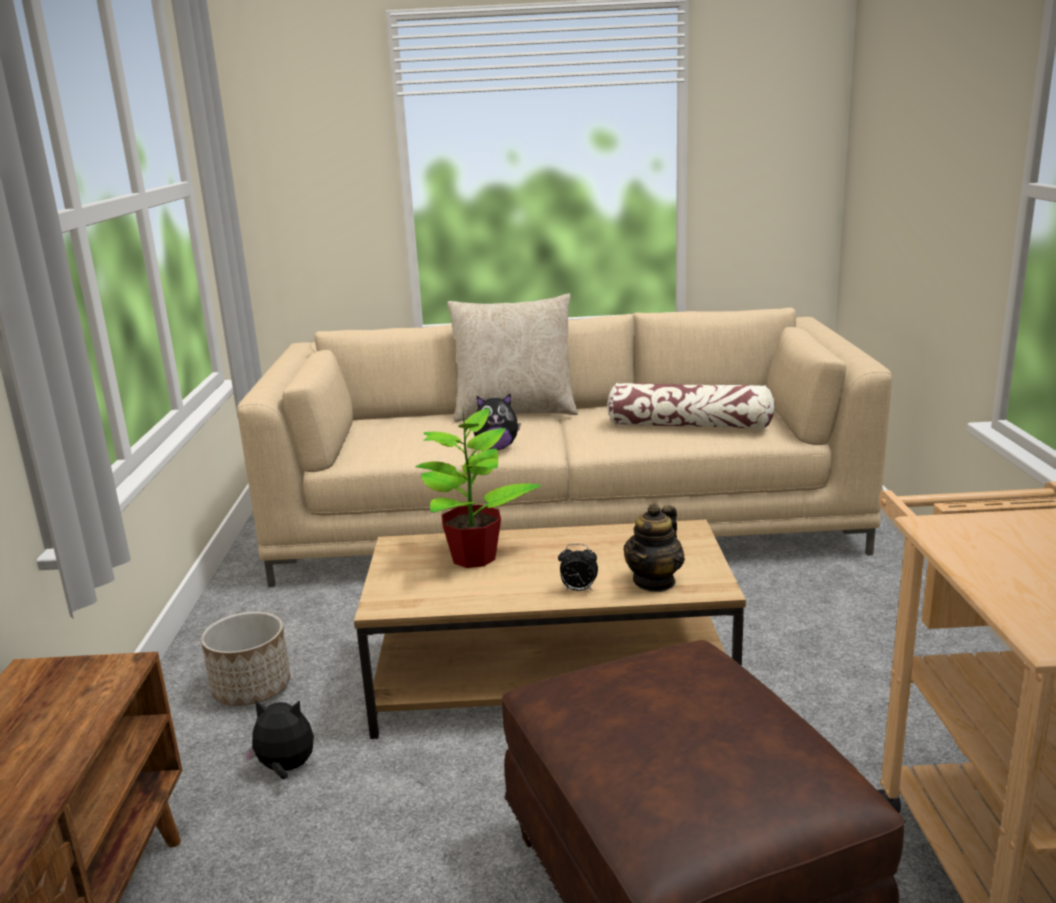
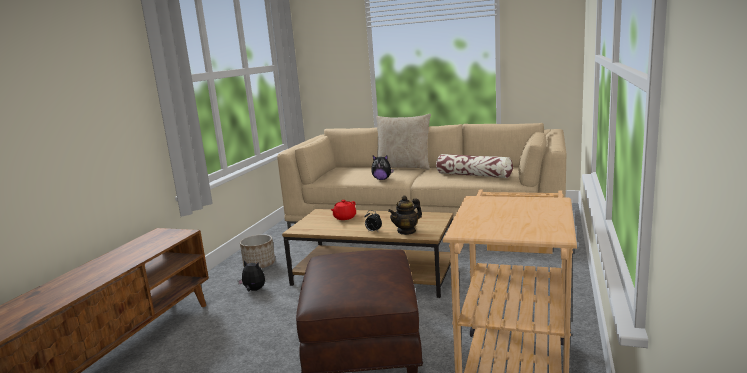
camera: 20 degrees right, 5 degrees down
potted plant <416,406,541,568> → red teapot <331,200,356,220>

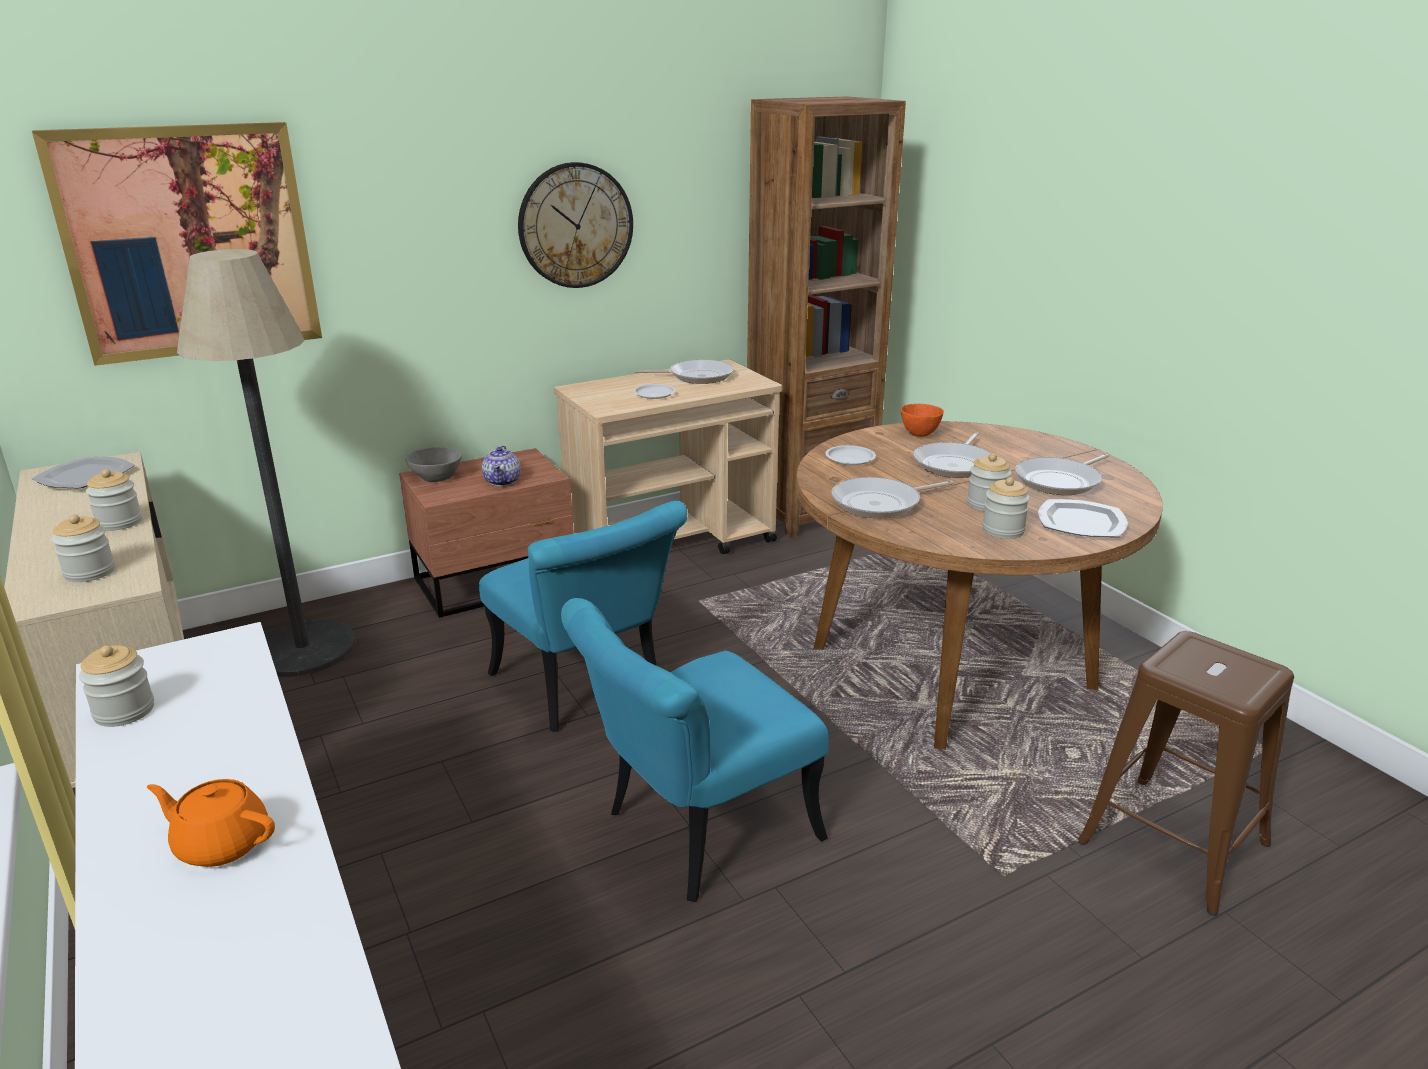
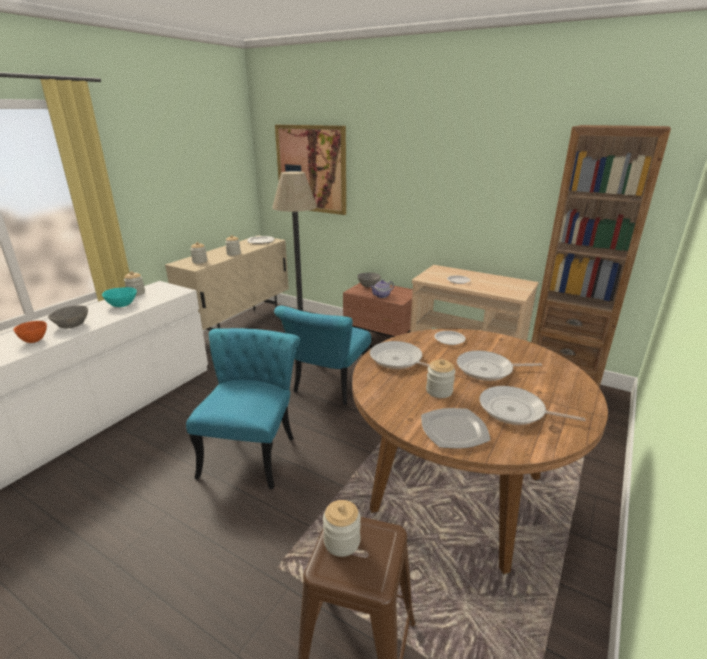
camera: 60 degrees right, 0 degrees up
orange teapot <147,779,275,867> → grey bowl <48,306,88,329>
wall clock <518,162,633,288> → -
turquoise chair <561,598,828,902> → turquoise chair <186,328,300,489>, 75 degrees clockwise
frying pan <634,359,734,384> → -
orange bowl <901,404,944,437> → orange bowl <13,321,47,343>, relocated
jar <982,477,1030,539> → jar <323,500,361,557>, relocated
- → turquoise bowl <102,287,137,307>

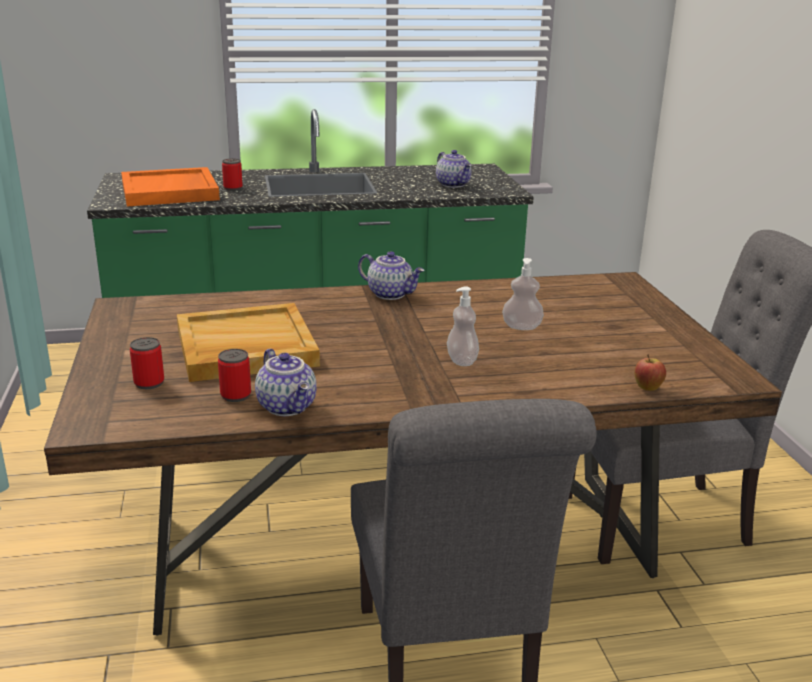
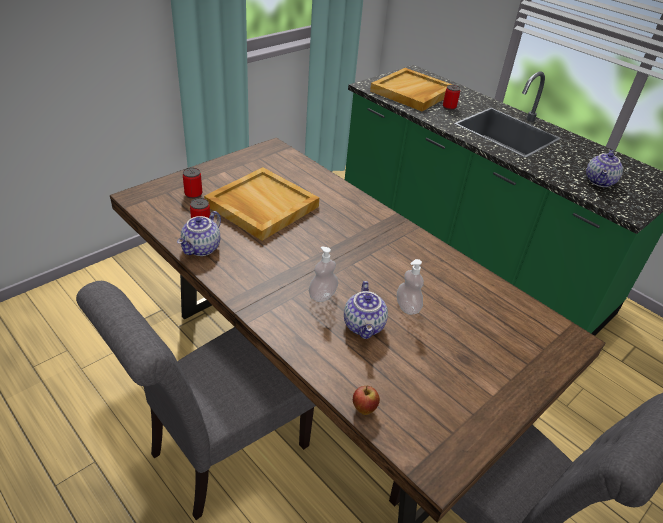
camera: 55 degrees right, 15 degrees up
orange tray <121,167,220,206> → beige tray <370,68,453,111>
teapot <358,251,424,300> → teapot <344,281,388,339>, relocated

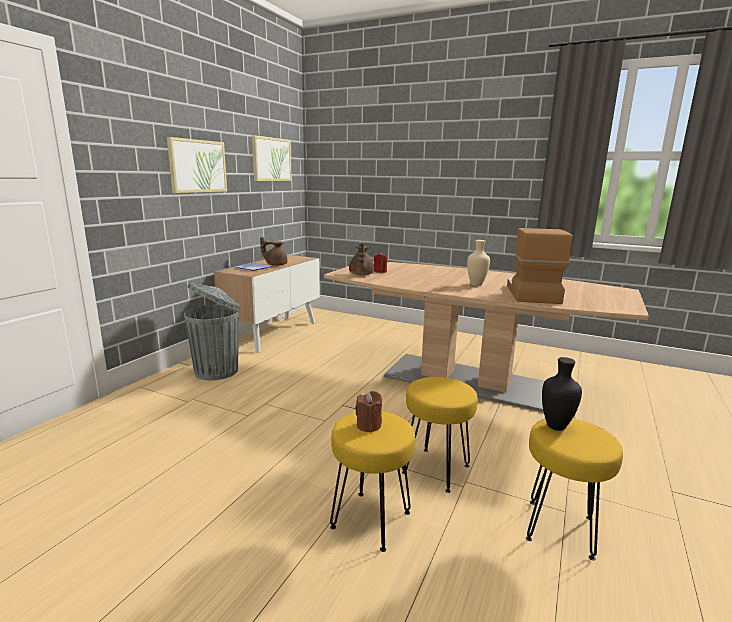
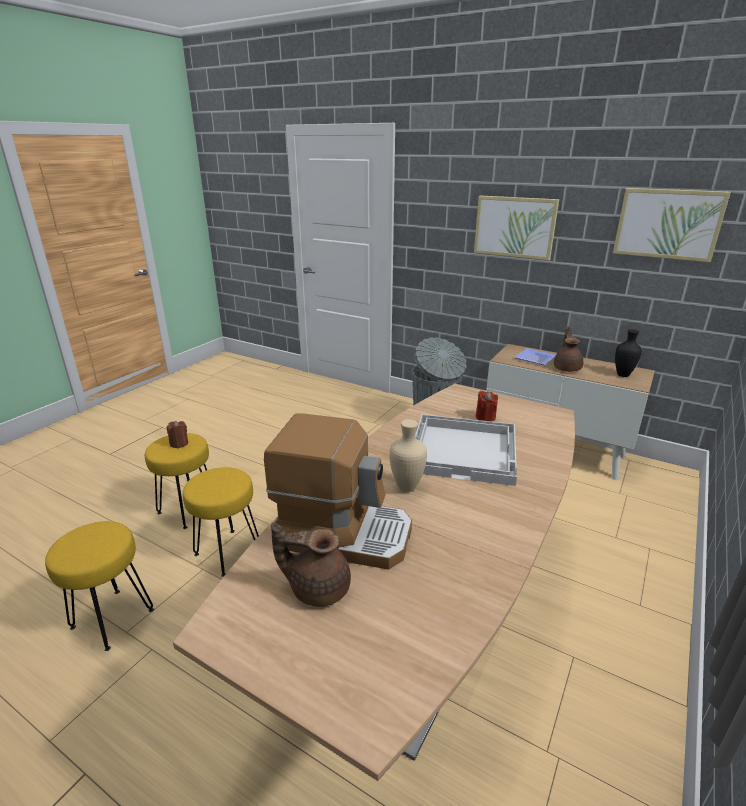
camera: 95 degrees right, 10 degrees up
brown teapot <349,243,374,275> → brown teapot <271,522,351,607>, relocated
black vase <542,357,582,431> → black vase <615,329,642,377>, relocated
- → white tray <415,414,517,486>

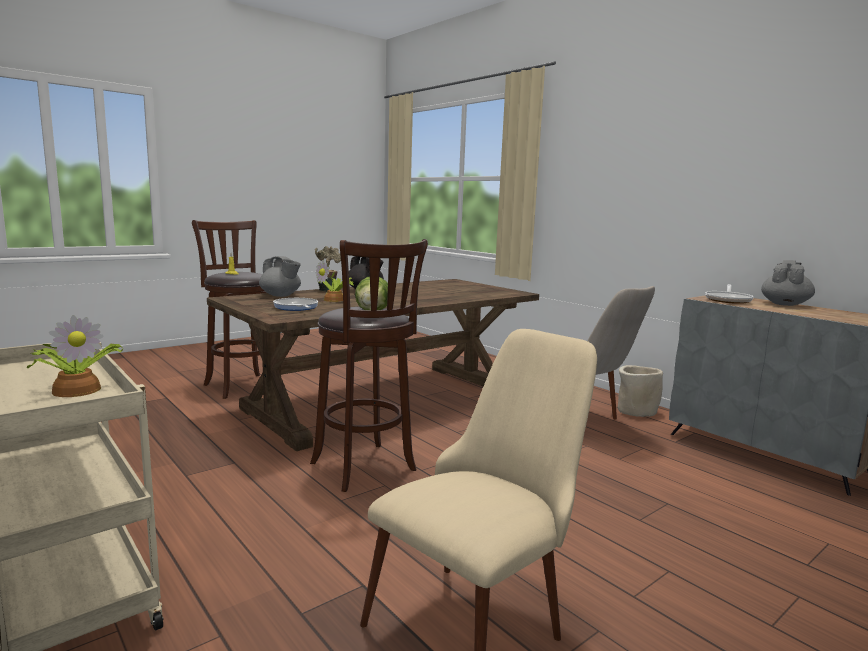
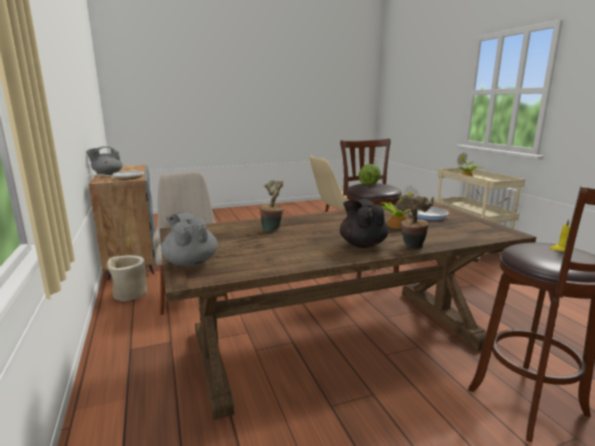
camera: 160 degrees left, 5 degrees up
grey teapot <259,256,301,297> → grey teapot <161,211,218,267>, relocated
- → potted plant <260,180,283,231>

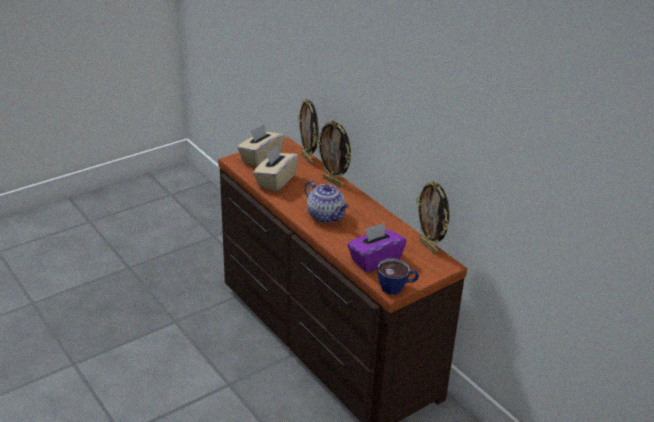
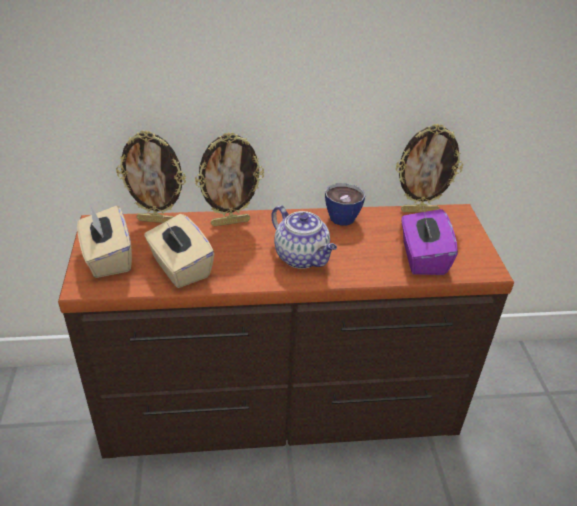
camera: 60 degrees left, 5 degrees up
teapot <305,181,349,223> → teapot <271,205,337,269>, 60 degrees clockwise
cup <377,258,419,295> → cup <325,183,365,226>, relocated

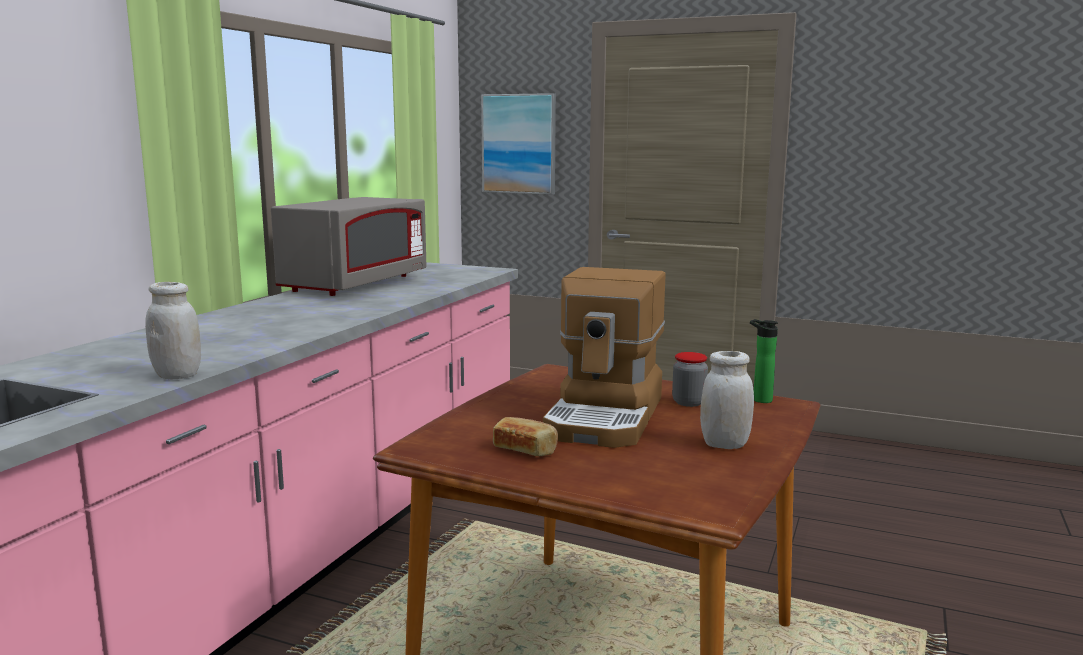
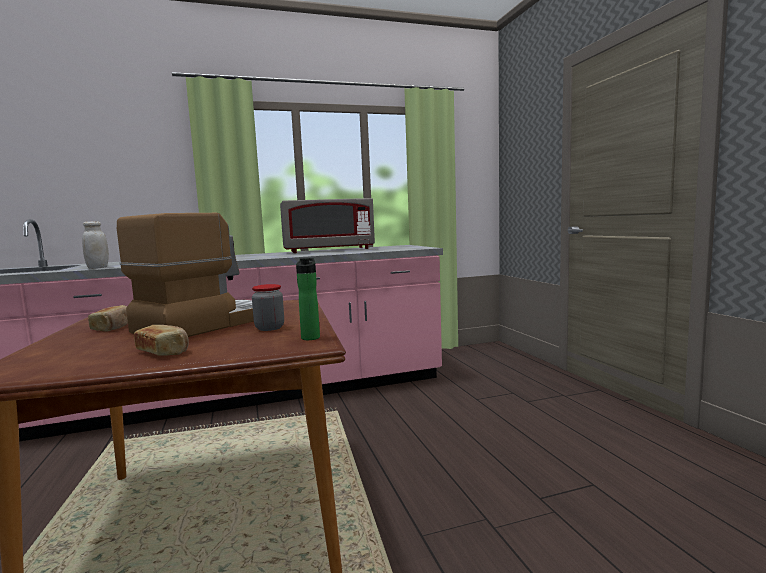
camera: 50 degrees right, 5 degrees down
picture <481,93,556,195> → -
coffee machine <543,267,666,448> → coffee machine <117,213,254,337>, 150 degrees clockwise
white jar <700,351,754,449> → bread <134,325,189,356>

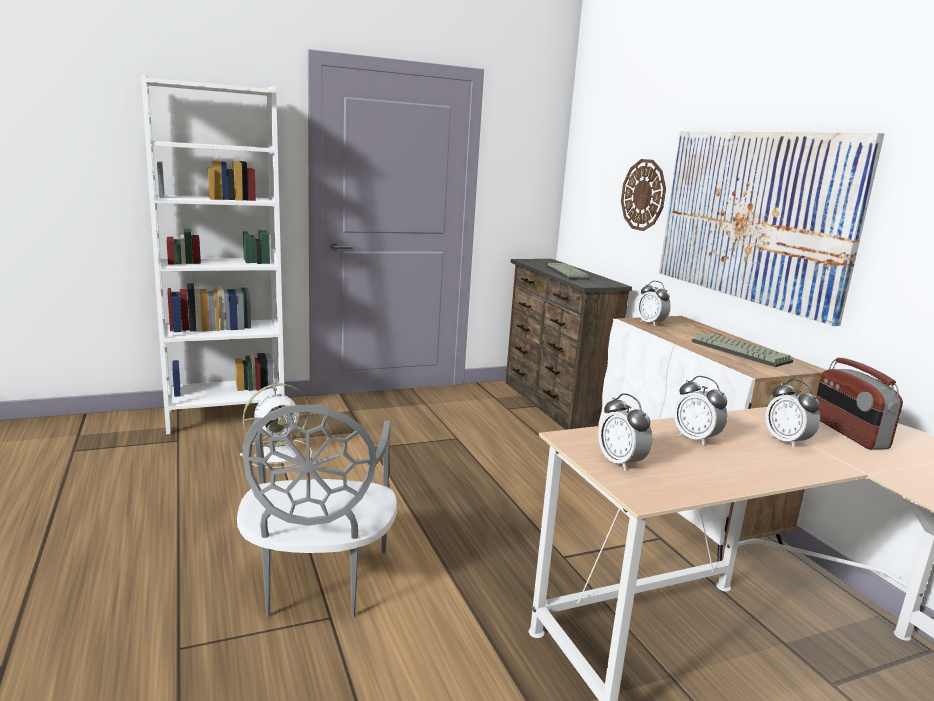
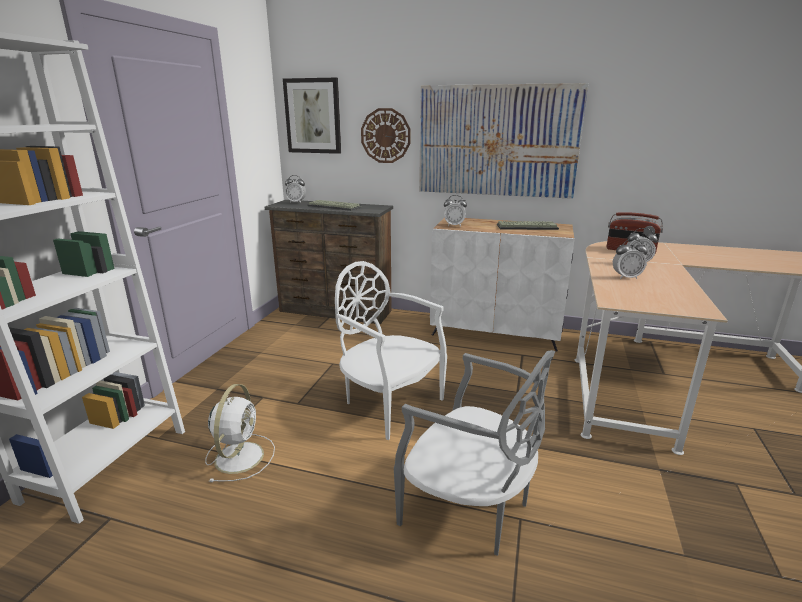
camera: 50 degrees left, 5 degrees up
alarm clock <598,393,652,471> → alarm clock <285,175,306,203>, relocated
- → picture <283,78,341,154>
- → white chair <335,261,447,440>

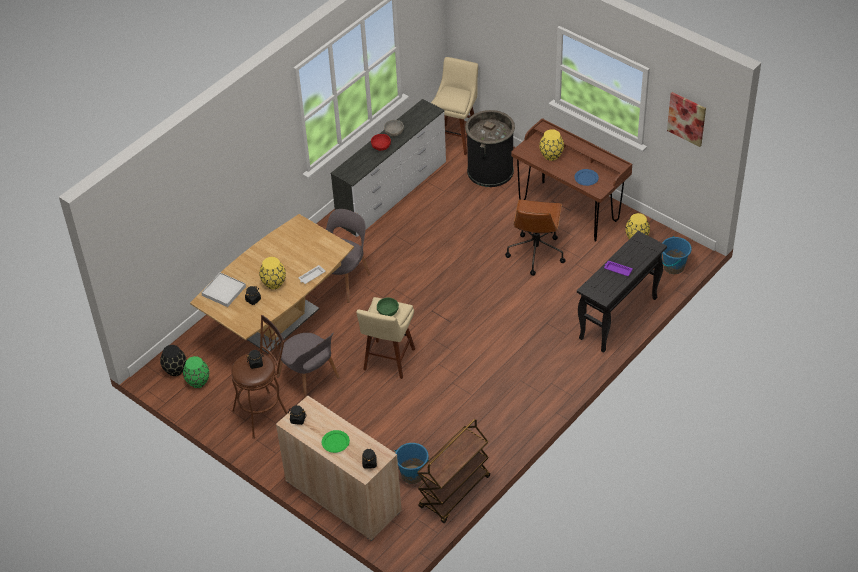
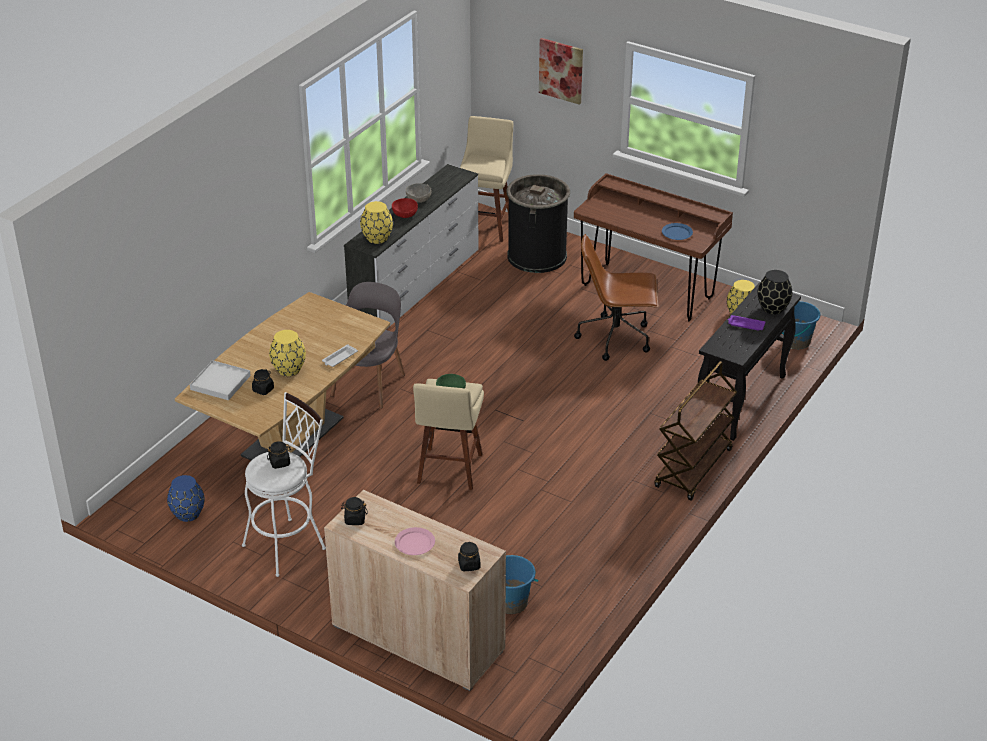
camera: 10 degrees left, 10 degrees down
black vase <160,345,186,376> → black vase <757,270,792,315>, relocated
green vase <183,356,209,388> → blue vase <167,475,205,522>
brown stool <231,315,288,439> → white stool <242,392,326,577>
grey chair <277,333,340,398> → -
green plate <322,430,350,453> → pink plate <395,527,435,555>
brown cart <417,419,490,523> → brown cart <654,361,737,501>, relocated
brown office chair <505,199,565,276> → brown office chair <574,234,658,361>, 90 degrees clockwise
yellow vase <539,129,564,161> → yellow vase <360,201,393,244>, relocated
picture <667,92,706,147> → picture <539,38,583,105>, relocated

